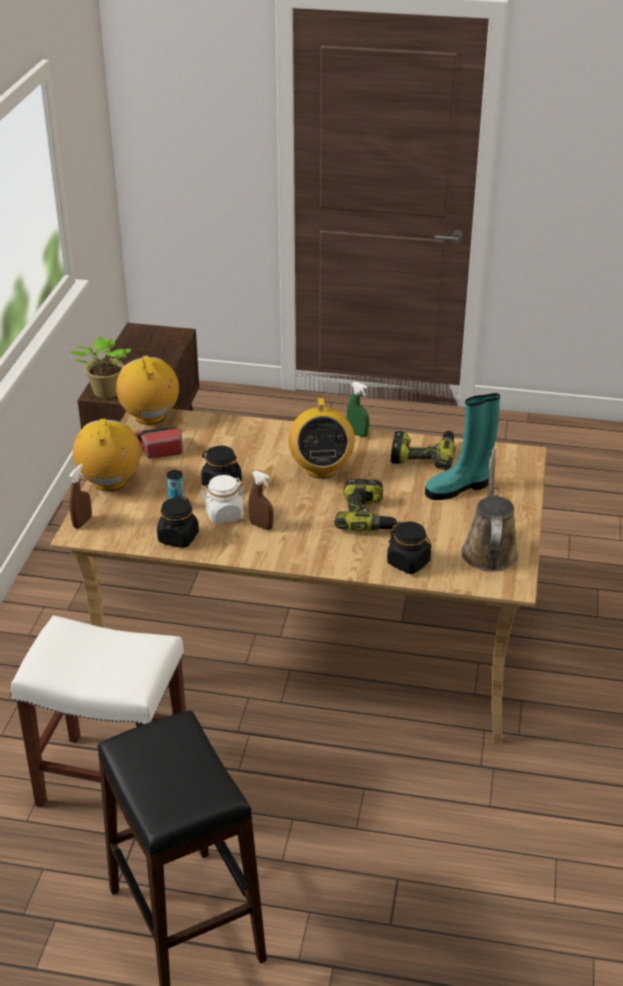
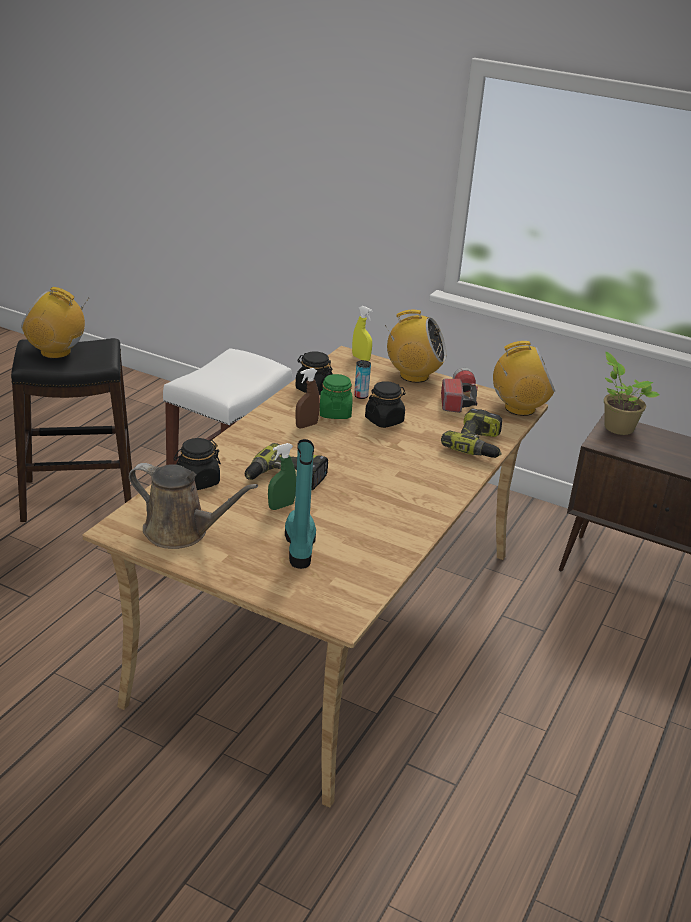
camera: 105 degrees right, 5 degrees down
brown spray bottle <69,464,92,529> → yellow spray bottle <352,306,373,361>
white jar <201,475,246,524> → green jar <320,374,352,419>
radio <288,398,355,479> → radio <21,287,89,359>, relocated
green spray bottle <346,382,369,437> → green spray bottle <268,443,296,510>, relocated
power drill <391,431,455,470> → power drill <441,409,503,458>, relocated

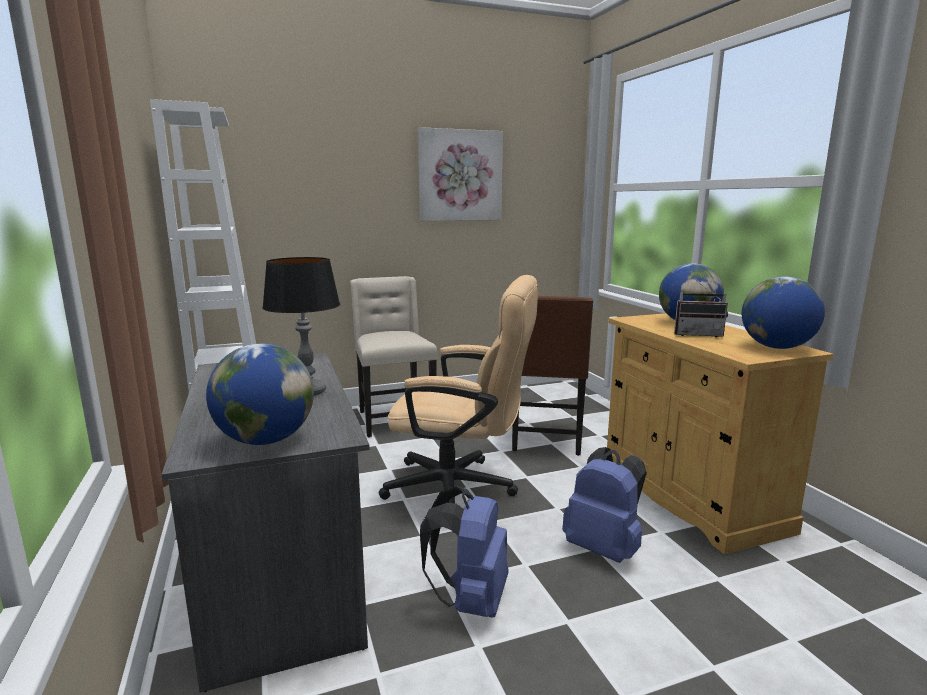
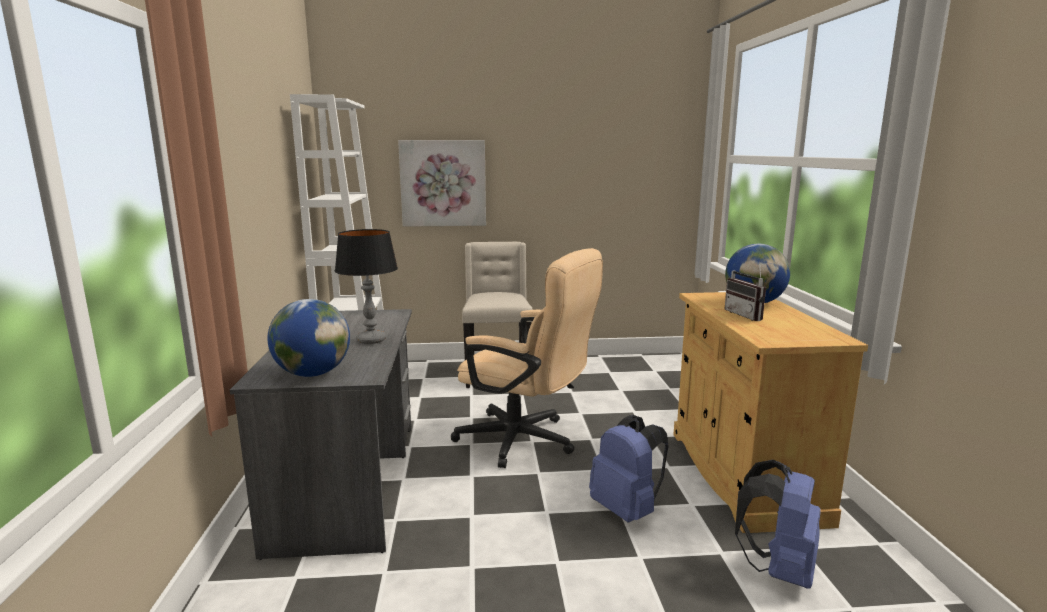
camera: 15 degrees right, 0 degrees up
picture <418,127,503,221> → picture <398,140,486,227>, relocated
blue backpack <420,486,508,618> → blue backpack <735,460,821,589>, relocated
brown chair <512,296,593,456> → -
radio <674,279,728,337> → radio <725,261,766,321>, 45 degrees clockwise
globe <742,276,825,349> → -

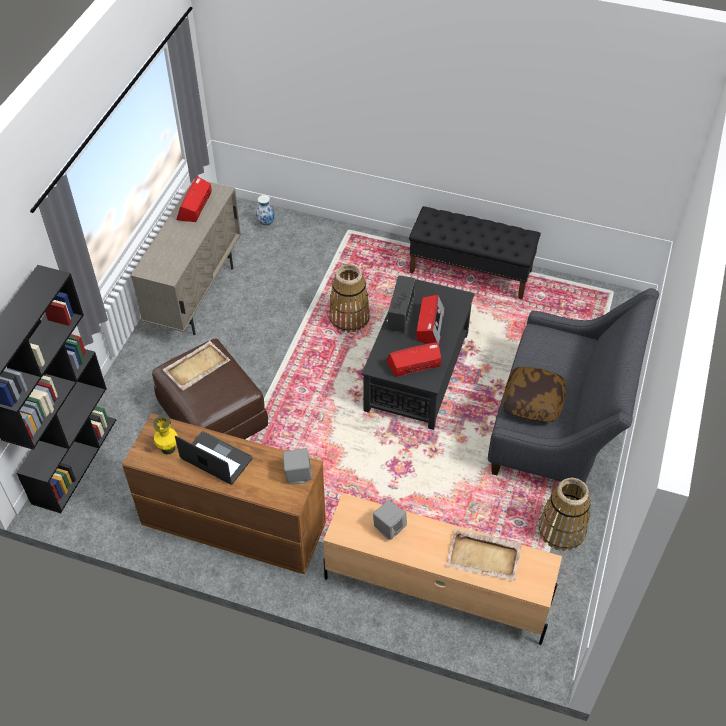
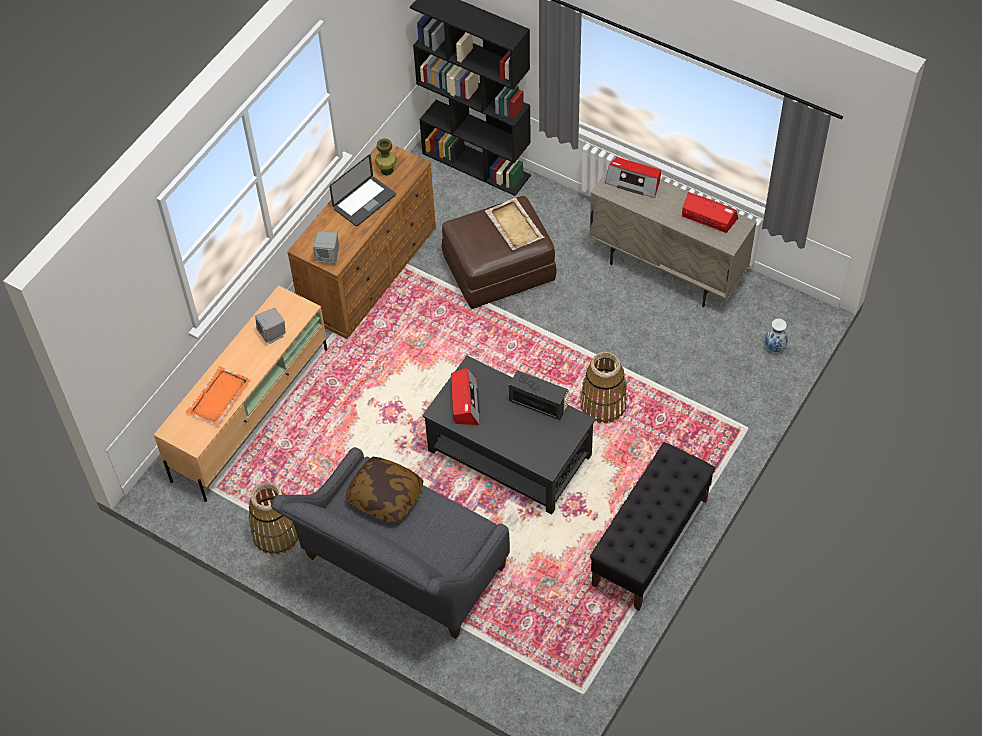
camera: 105 degrees right, 5 degrees up
yellow vase <153,416,178,455> → green vase <375,139,397,175>
radio <416,295,445,344> → radio <605,157,661,198>, relocated
beige tray <446,529,522,581> → orange tray <186,366,251,427>

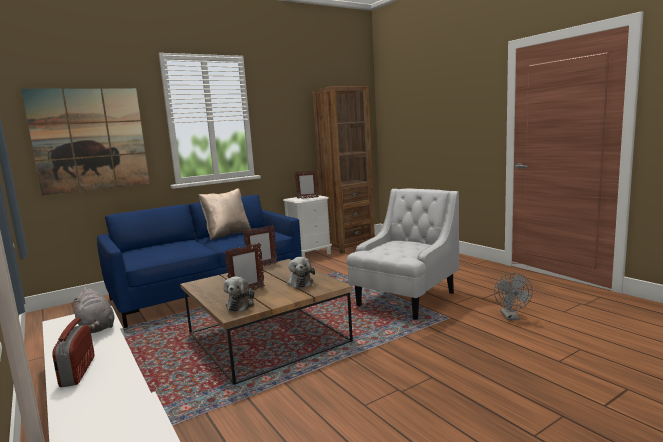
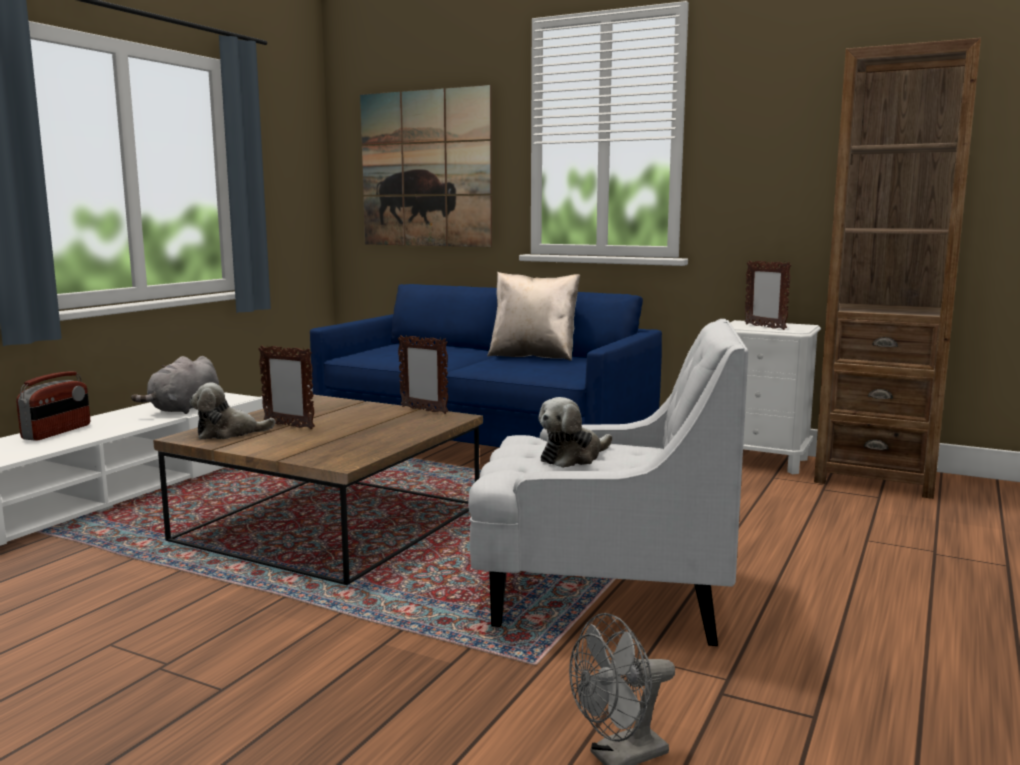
camera: 60 degrees right, 0 degrees up
radio <52,318,95,387> → radio <16,371,90,441>, 150 degrees clockwise
plush toy <287,257,315,288> → plush toy <538,397,612,468>, relocated

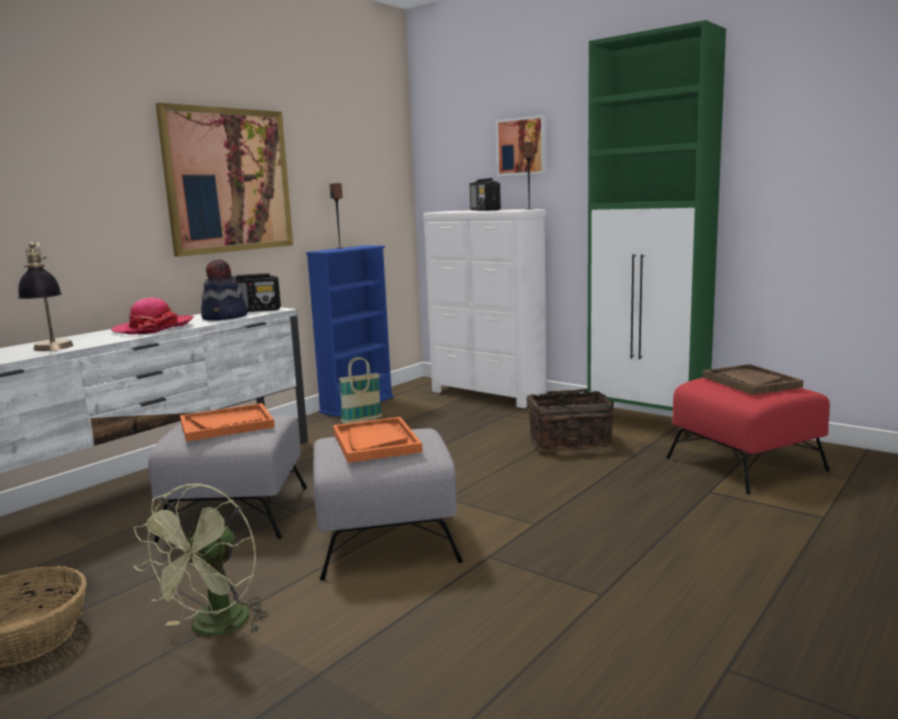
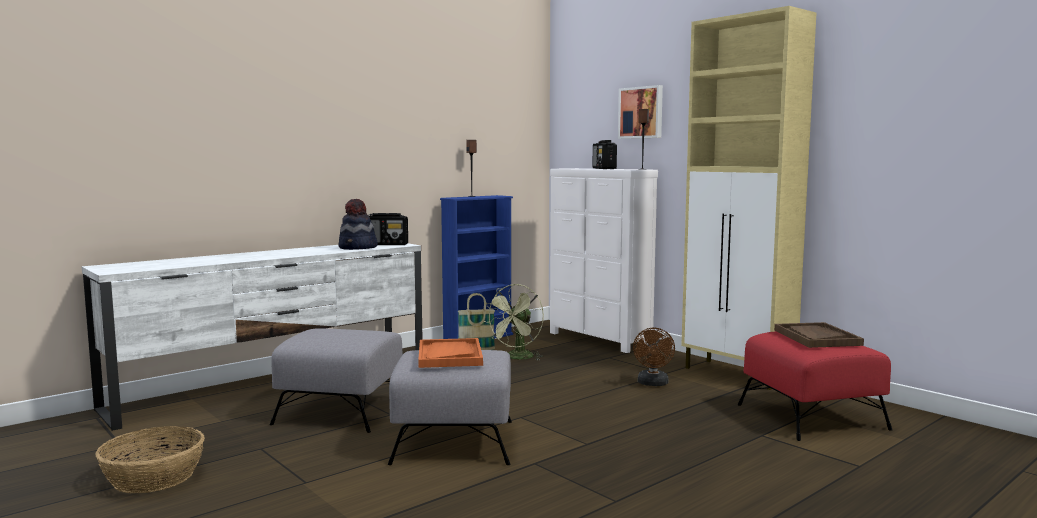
camera: 10 degrees right, 5 degrees down
table lamp <18,242,73,351> → -
hat <111,298,194,335> → -
green fan <134,483,269,636> → green fan <484,284,544,360>, relocated
picture <155,103,293,257> → -
orange tray <180,403,275,442> → -
basket <527,389,614,452> → brown fan <633,327,675,386>
green cabinet <587,20,726,437> → beige cabinet <681,6,816,390>

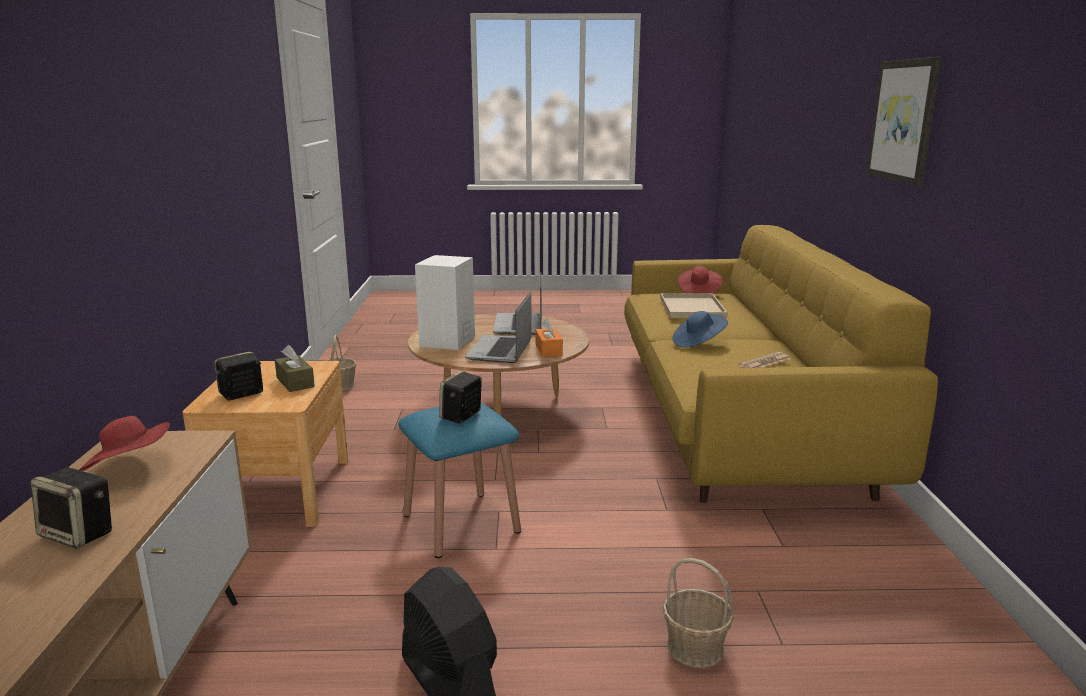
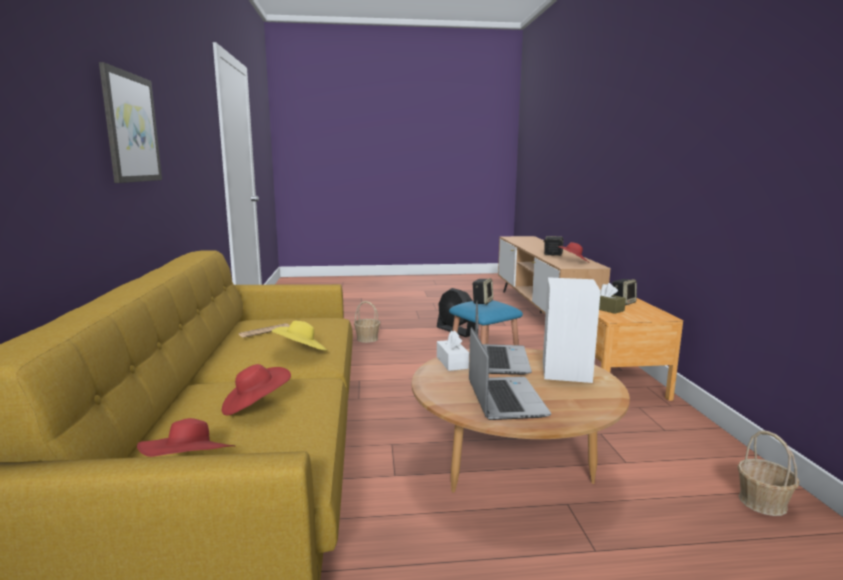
camera: 175 degrees right, 5 degrees down
orange tissue box <536,318,563,357> → white tissue box <437,330,469,371>
beige tray <660,293,727,318> → red hat <222,364,291,415>
blue hat <672,311,728,348> → yellow hat <271,320,327,351>

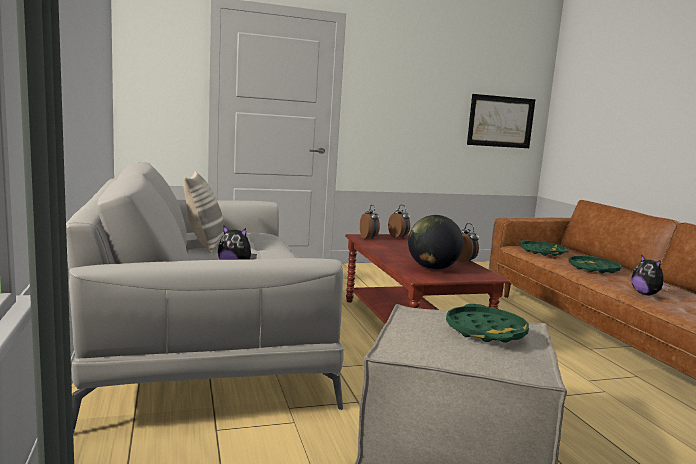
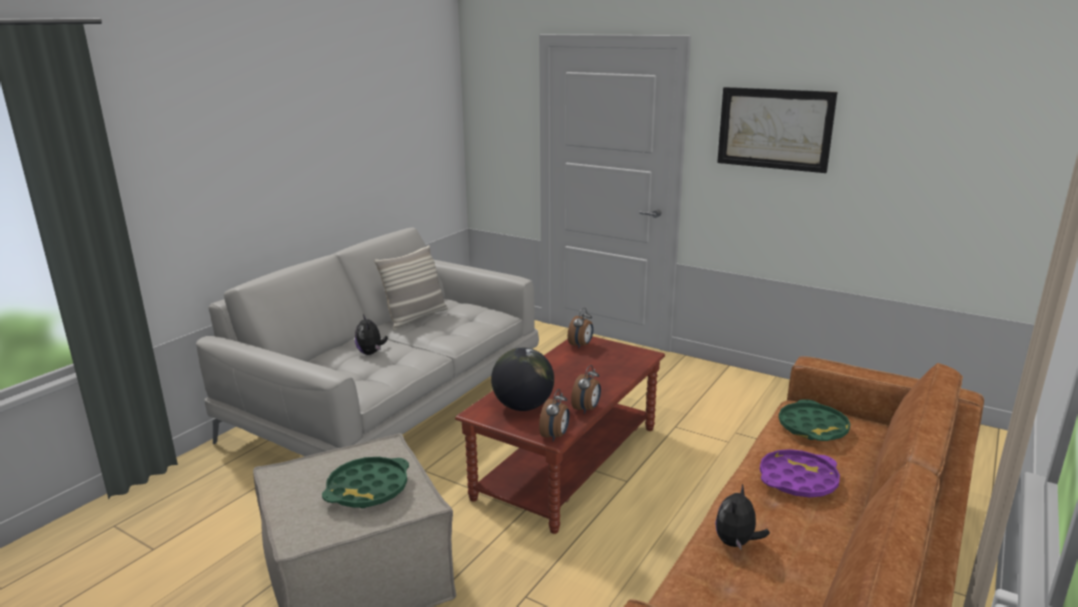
camera: 50 degrees right, 10 degrees up
alarm clock <388,205,410,239> → alarm clock <539,389,570,442>, relocated
picture <467,94,535,148> → picture <717,87,837,173>, relocated
green tray <568,255,622,274> → purple tray <760,449,840,497>

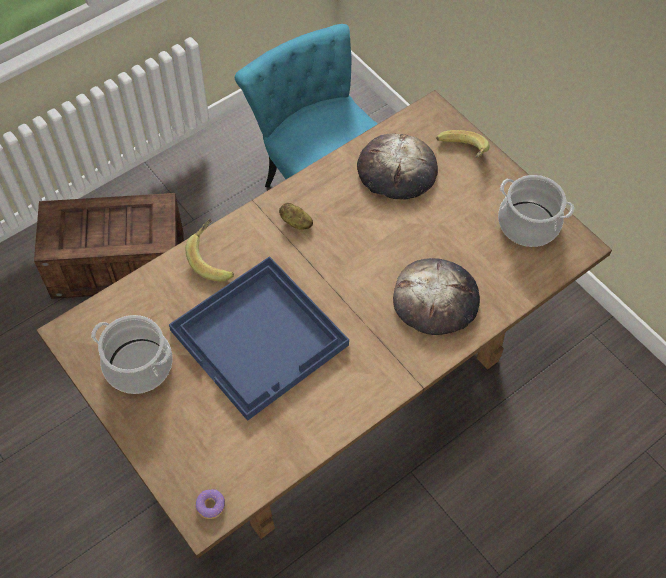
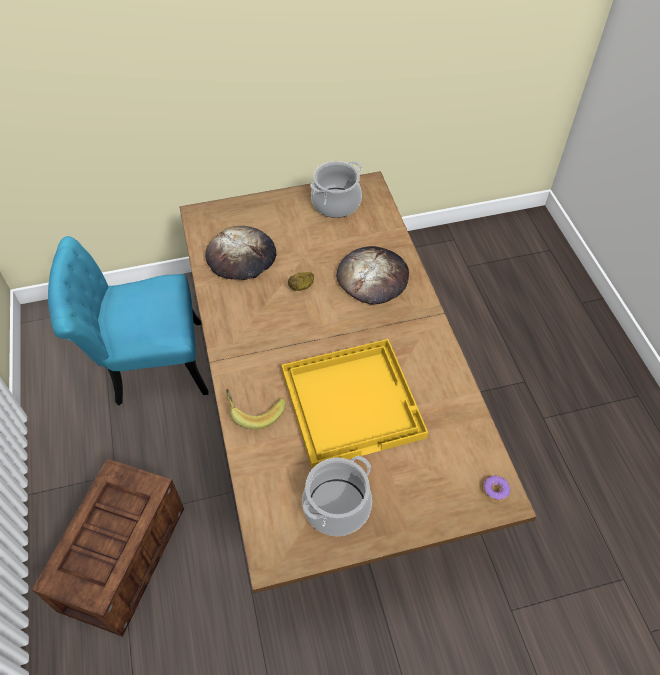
camera: 65 degrees left, 5 degrees down
blue tray <169,256,349,421> → yellow tray <281,339,428,469>
potato <279,203,313,230> → potato <288,272,314,291>, relocated
banana <436,130,489,158> → -

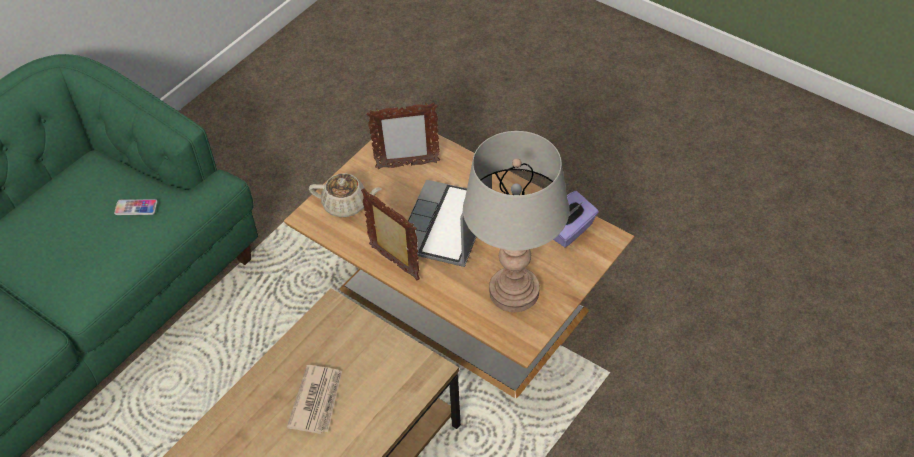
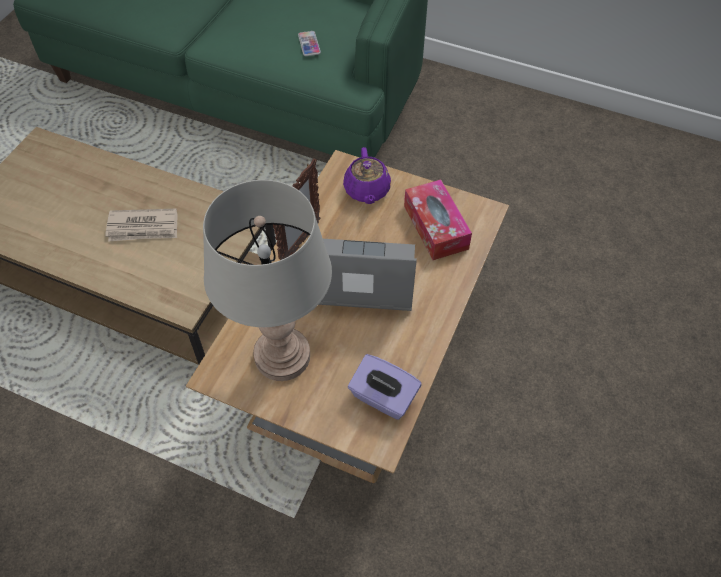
camera: 75 degrees right, 5 degrees up
beige teapot <309,173,382,217> → purple teapot <343,147,391,204>
picture frame <367,102,440,169> → tissue box <404,180,472,260>

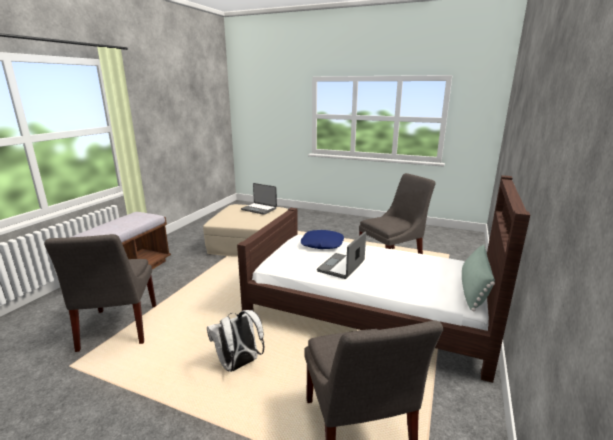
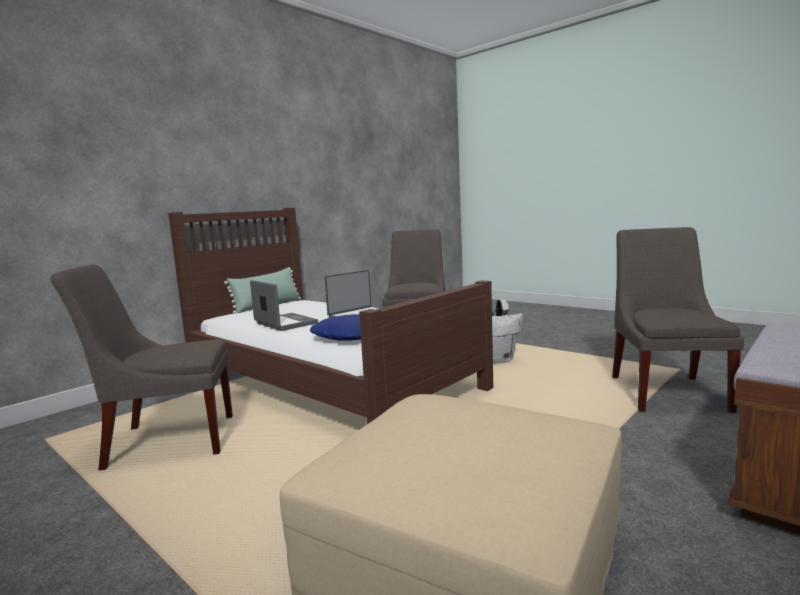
camera: 160 degrees left, 10 degrees down
laptop <241,183,277,215> → laptop <250,280,318,331>, relocated

